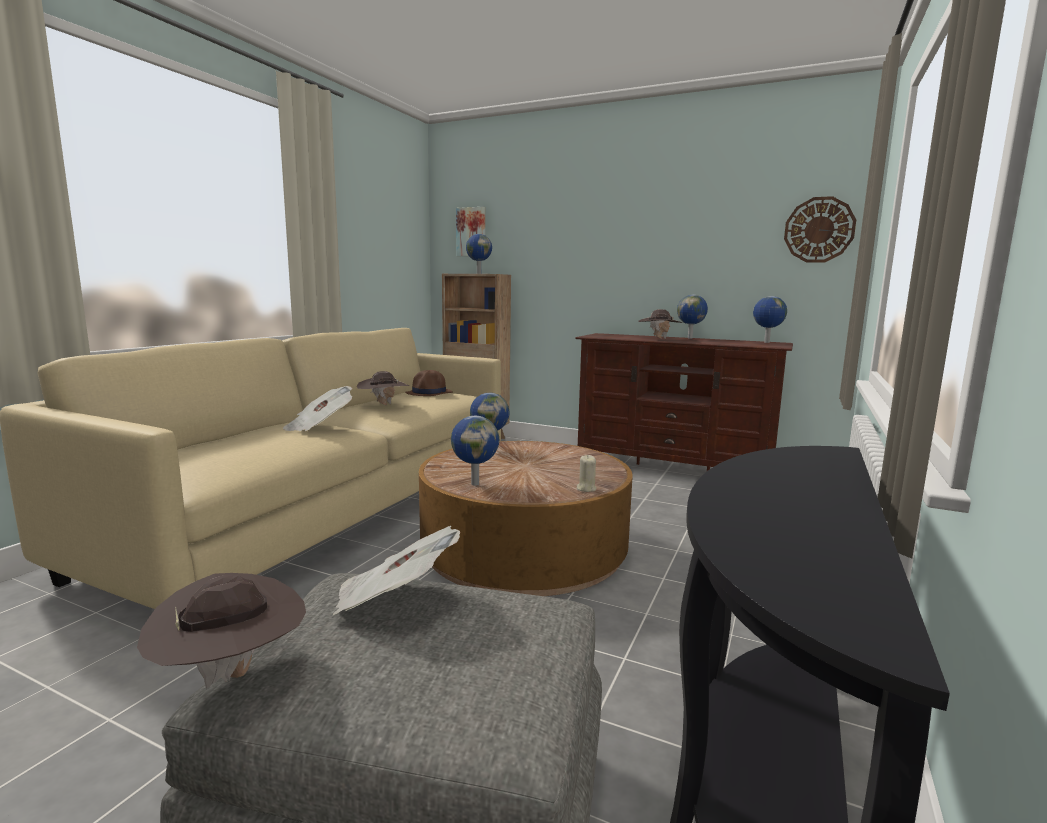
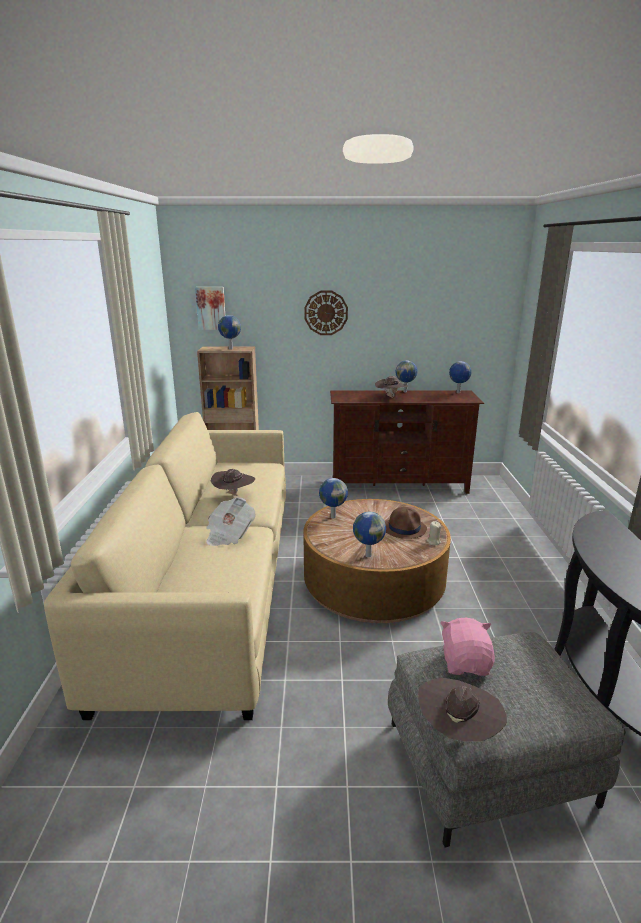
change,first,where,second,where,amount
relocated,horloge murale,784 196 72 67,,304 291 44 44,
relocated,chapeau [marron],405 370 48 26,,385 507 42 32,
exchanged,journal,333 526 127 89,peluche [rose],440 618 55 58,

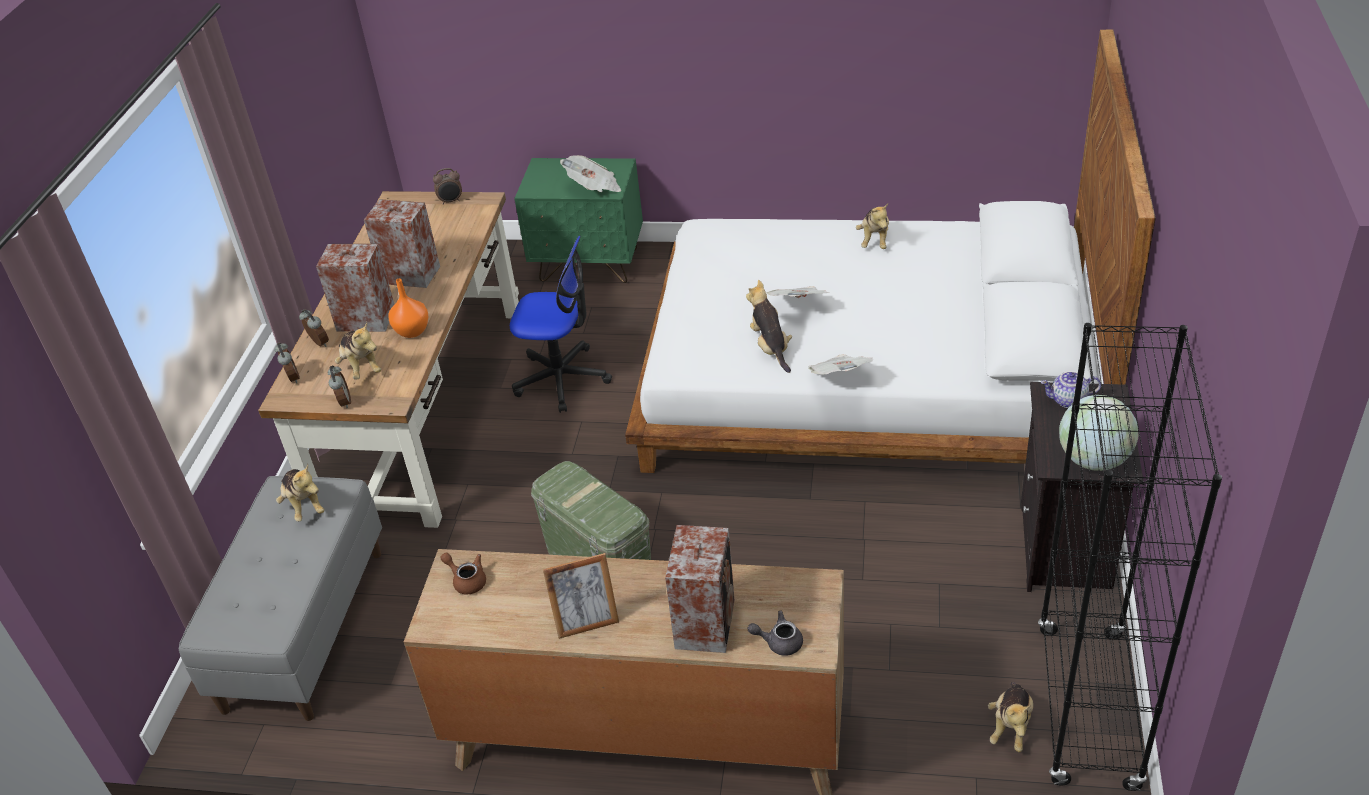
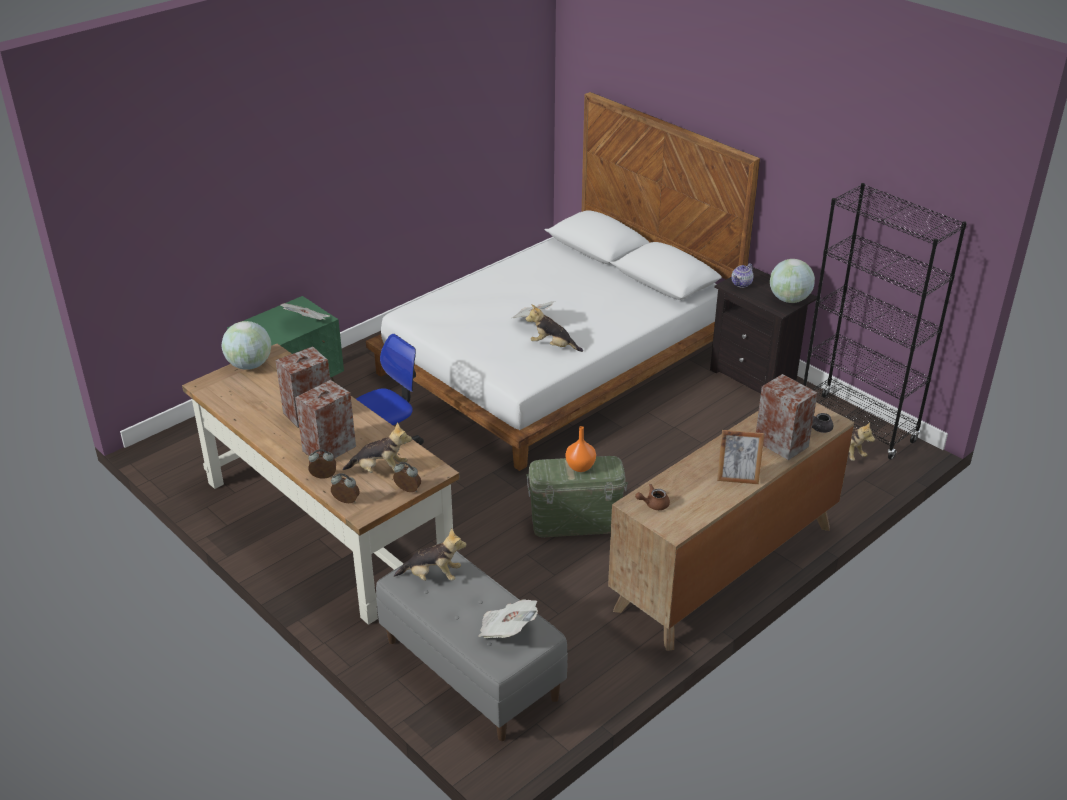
change,first,where,second,where,amount
exchanged,réveil,433 168 29 37,globe,222 321 49 49,
missing,peluche,856 203 33 46,,,
relocated,vase [orange],389 279 40 59,,565 426 31 46,
relocated,journal,808 354 65 21,,478 599 60 39,
spun,cadre photo,543 553 76 86,,717 430 47 54,75 degrees clockwise

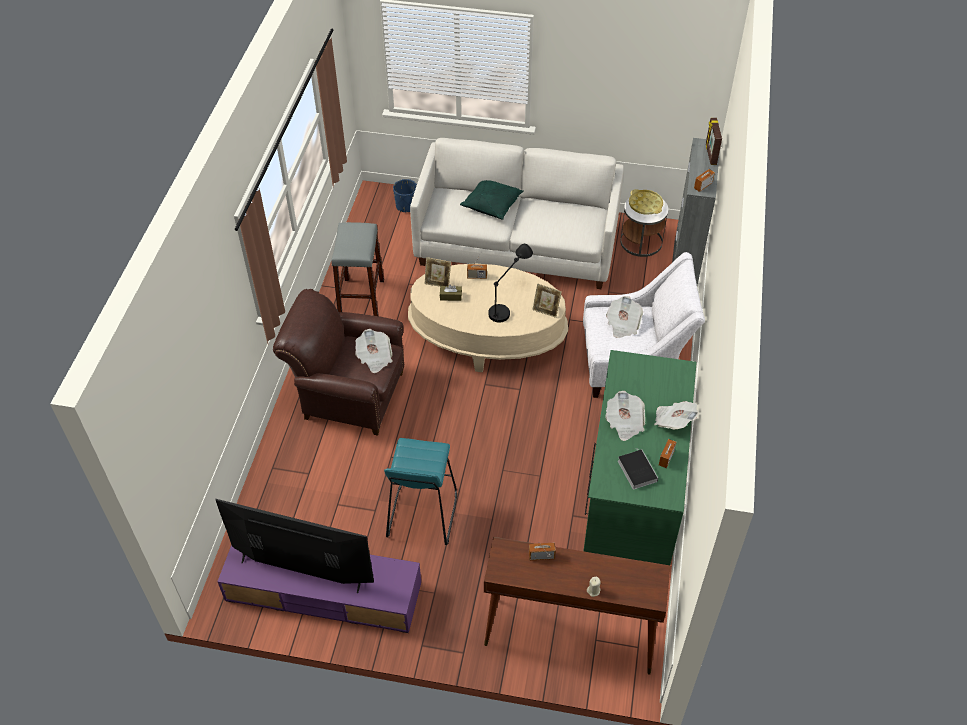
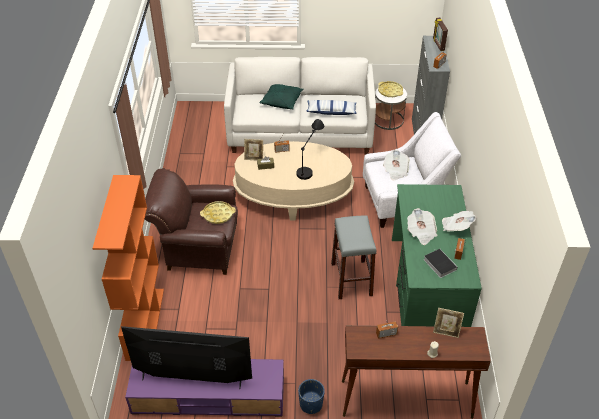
change,first,where,second,where,amount
relocated,cache-pot [bleu],393 179 24 33,,298 379 27 35,
relocated,tabouret [gris],331 222 53 94,,331 216 45 83,
relocated,cadre photo,532 283 30 35,,433 308 31 30,
exchanged,journal,355 329 38 44,plateau [jaune],200 201 36 23,
missing,tabouret [turquoise],384 438 73 107,,,
appeared,,,coussin,306 100 51 15,
appeared,,,bibliothèque [orange],92 175 72 186,

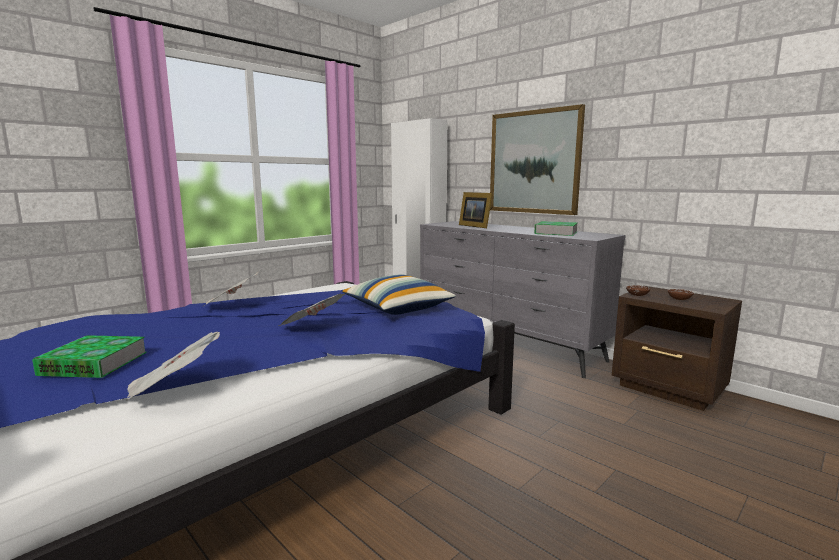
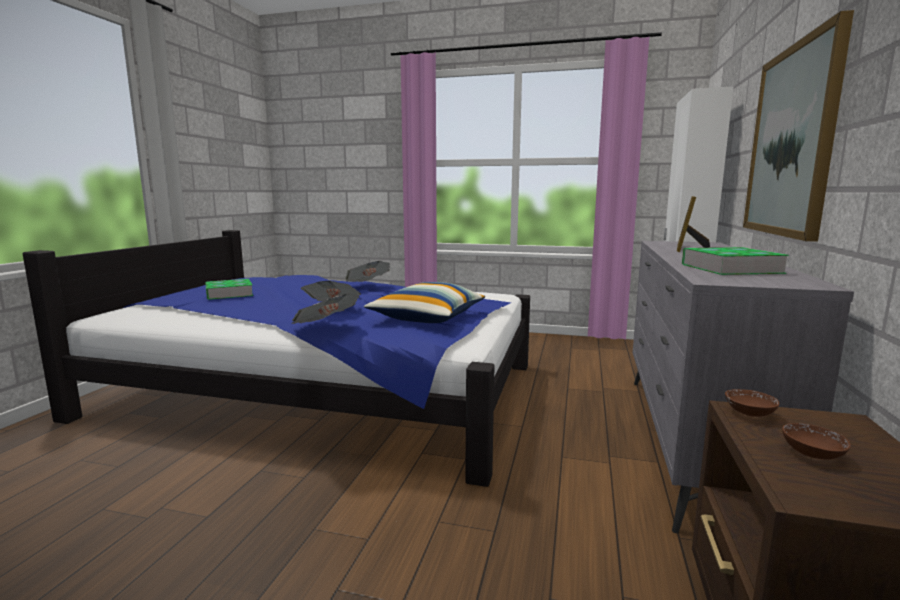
change,first,where,second,where,amount
relocated,journal,126 332 94 69,,291 294 68 30,

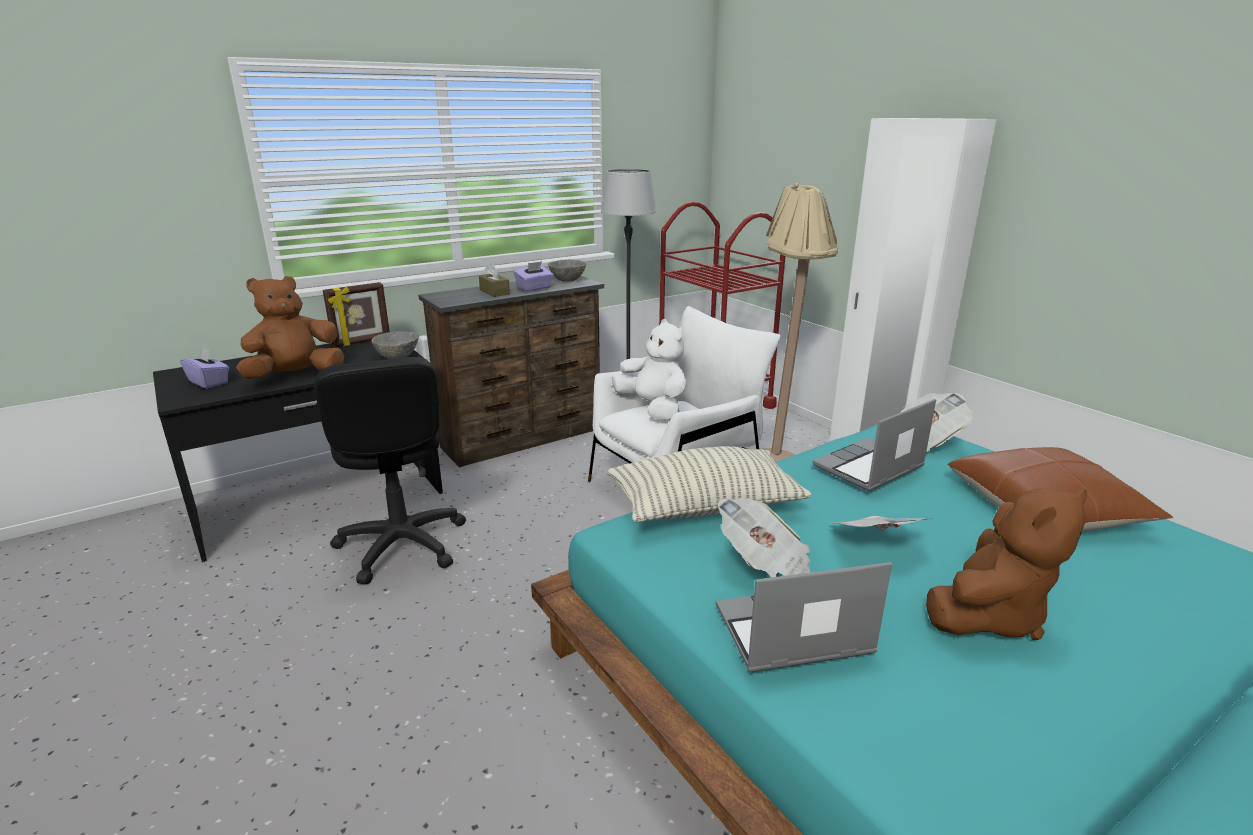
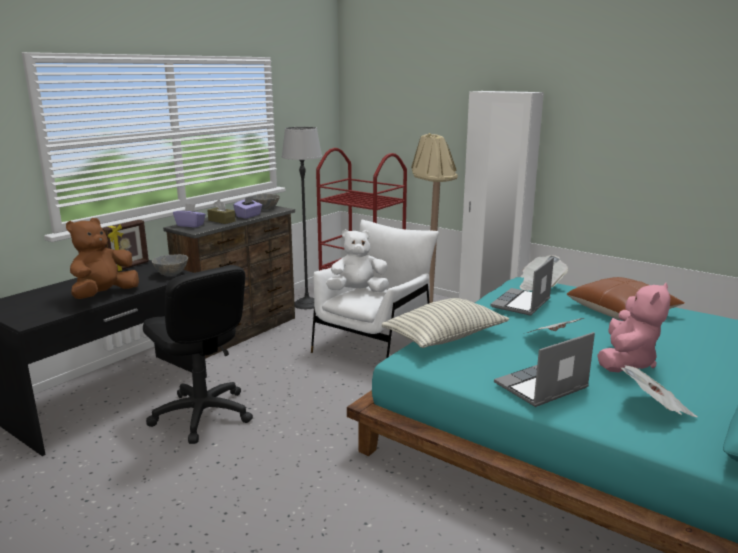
change,first,where,second,where,amount
spun,peluche [blanc],612 319 74 101,,326 229 63 63,45 degrees counterclockwise
relocated,boîte à mouchoirs [violet],180 347 49 42,,173 203 33 25,
colour,peluche [marron],926 488 161 152,peluche [rose],597 283 74 90,
relocated,journal,718 498 92 79,,621 366 76 51,

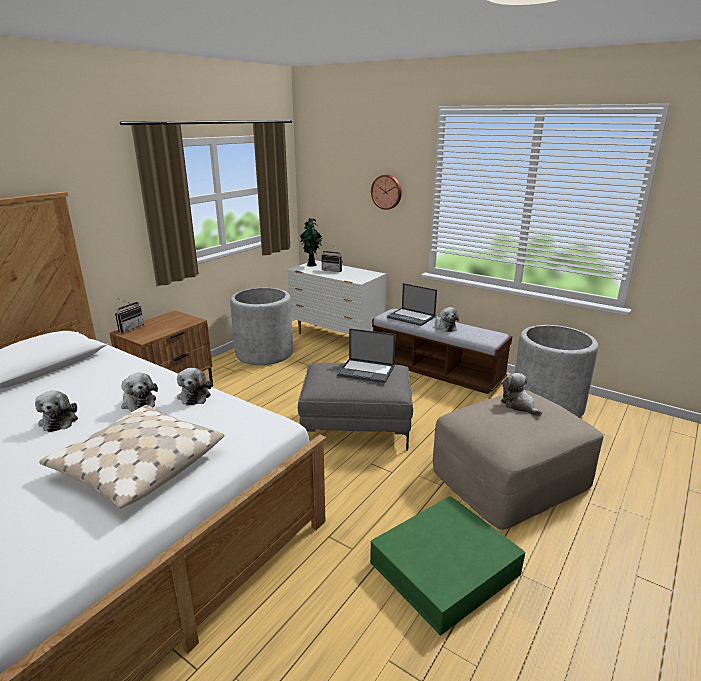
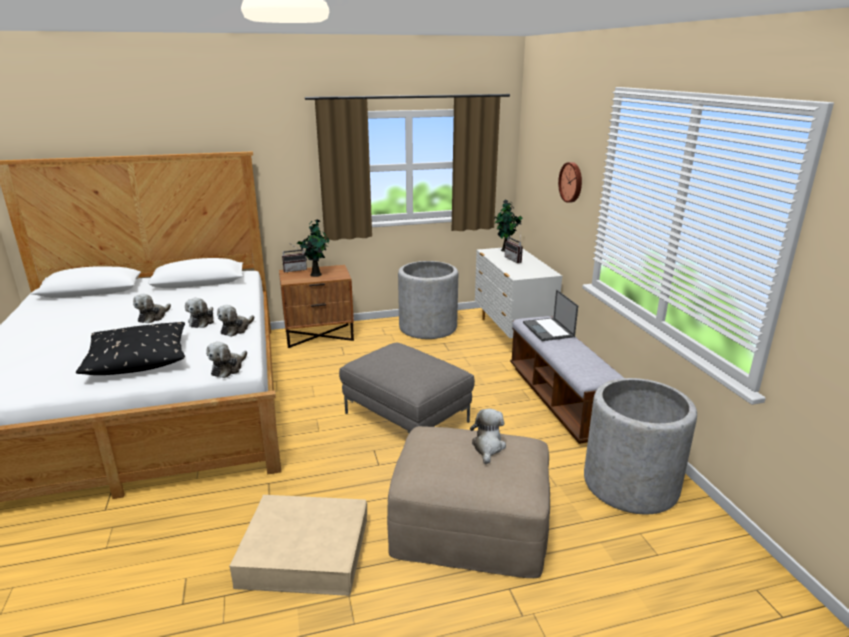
change,first,where,second,where,amount
relocated,peluche,436 307 23 25,,206 342 41 36,
missing,ordinateur portable,337 328 59 55,,,
colour,coussin [beige],39 405 186 104,coussin [noir],76 322 109 53,
colour,boîte de rangement [vert],370 496 155 140,boîte de rangement [beige],229 495 138 101,
appeared,,,plante en pot,297 219 32 58,

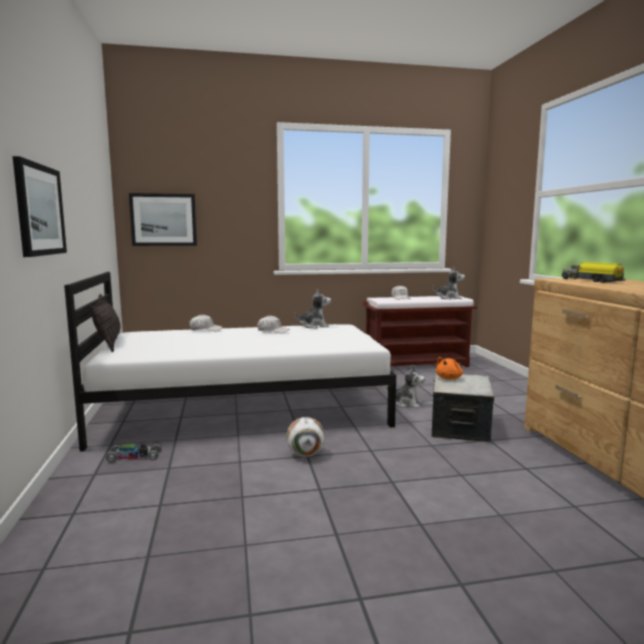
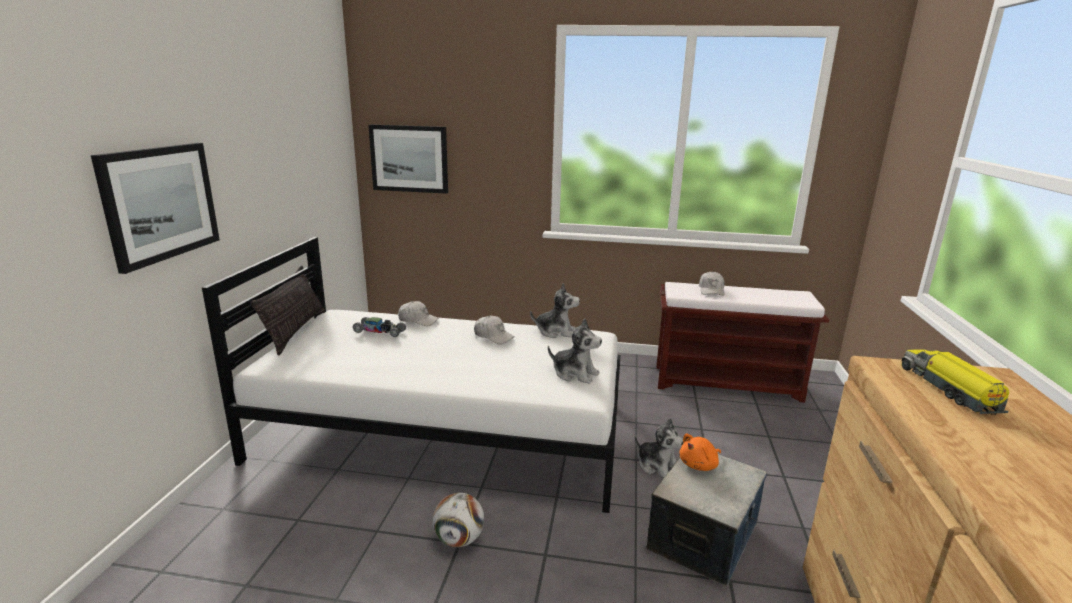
change,first,where,second,where,amount
relocated,peluche,433 267 32 33,,548 319 54 65,
relocated,petite voiture,106 443 56 19,,353 317 53 20,

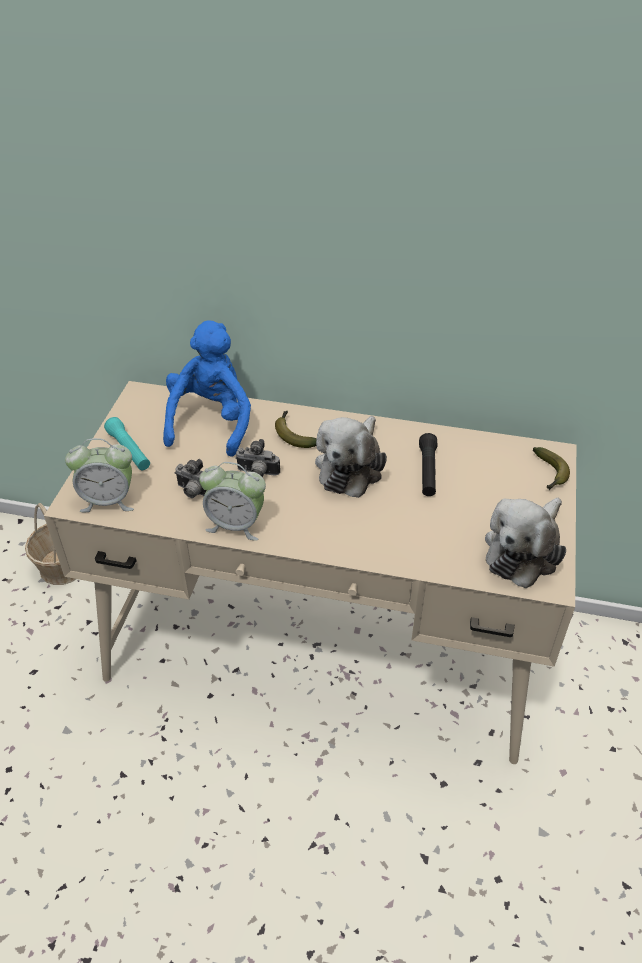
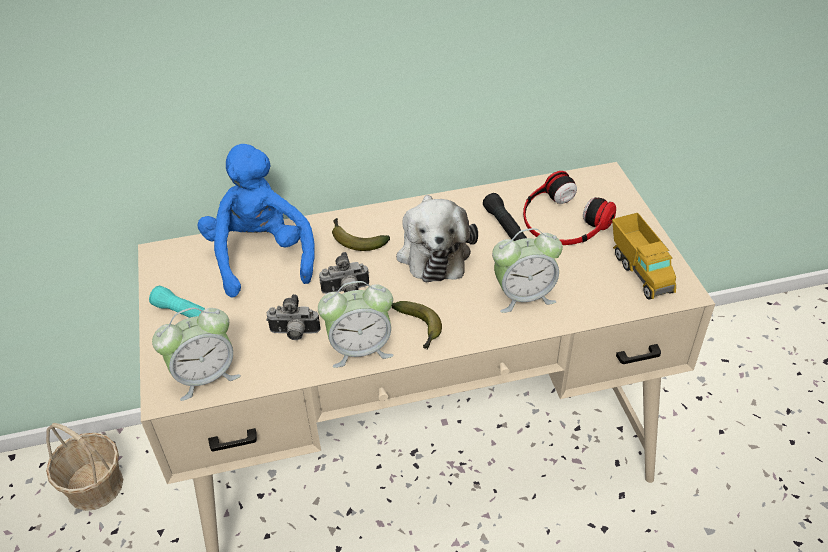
change,first,where,second,where,amount
relocated,banane,533 447 37 43,,392 301 50 49,
exchanged,peluche,485 498 81 90,camion jouet,612 213 64 86,
appeared,,,casque audio,523 171 93 74,
appeared,,,réveil,492 228 71 85,

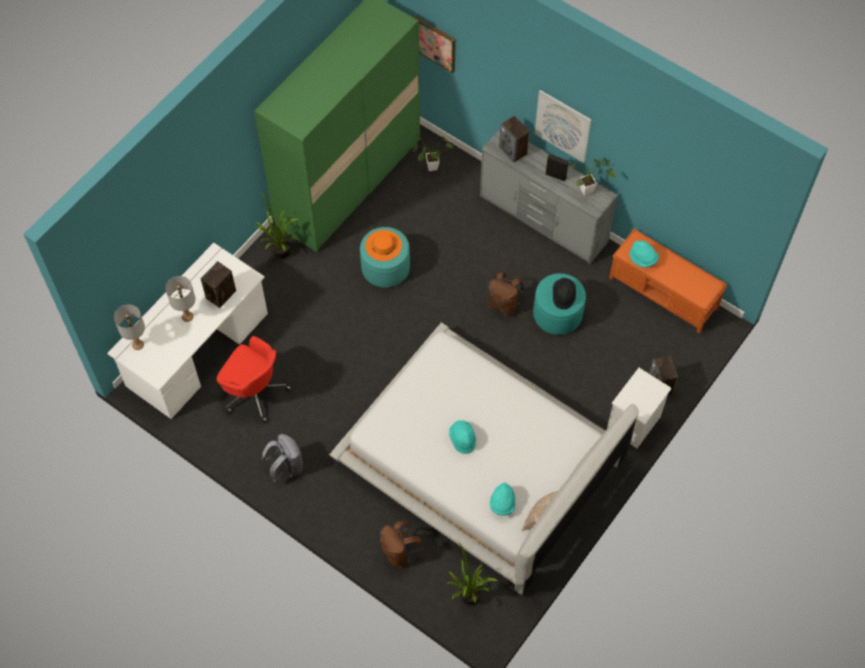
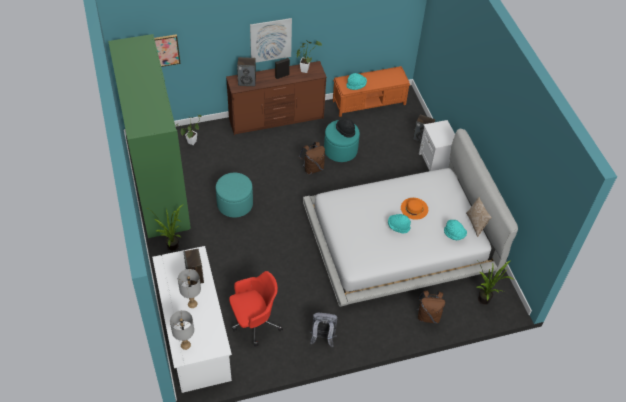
change,first,where,second,where,amount
colour,commode [gris],480 129 138 135,commode [marron],226 61 101 74,
relocated,chapeau [orange],365 230 37 31,,401 198 27 22,

